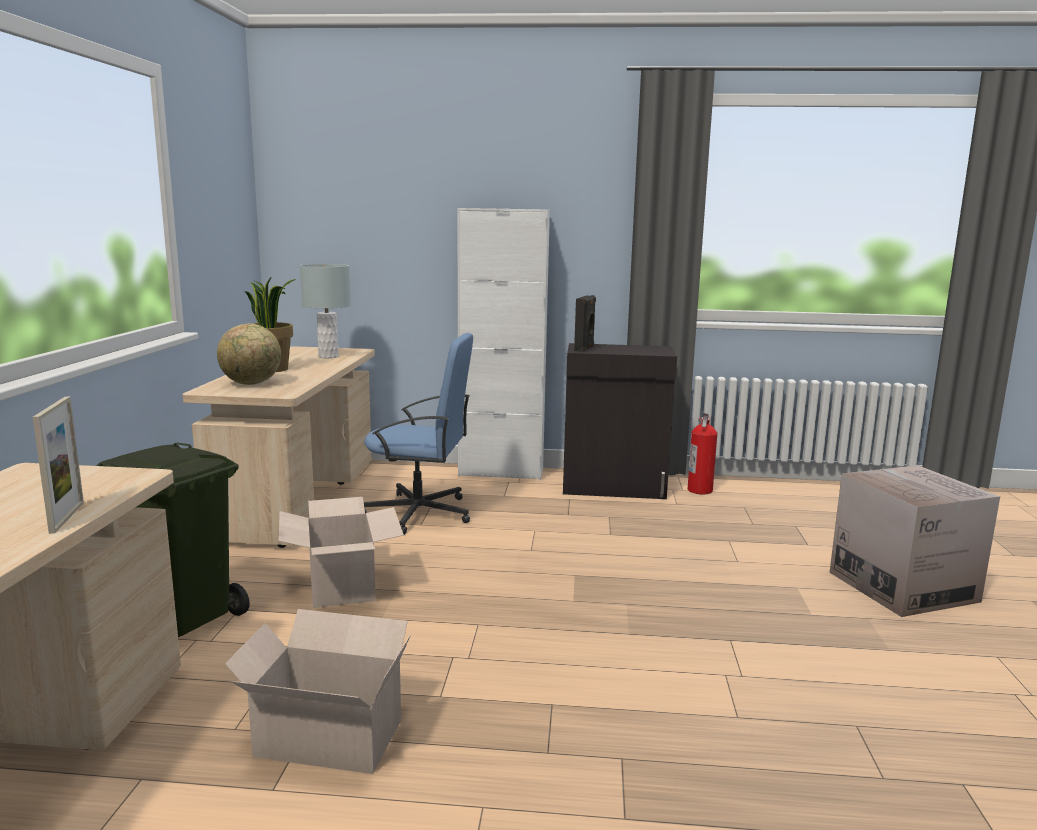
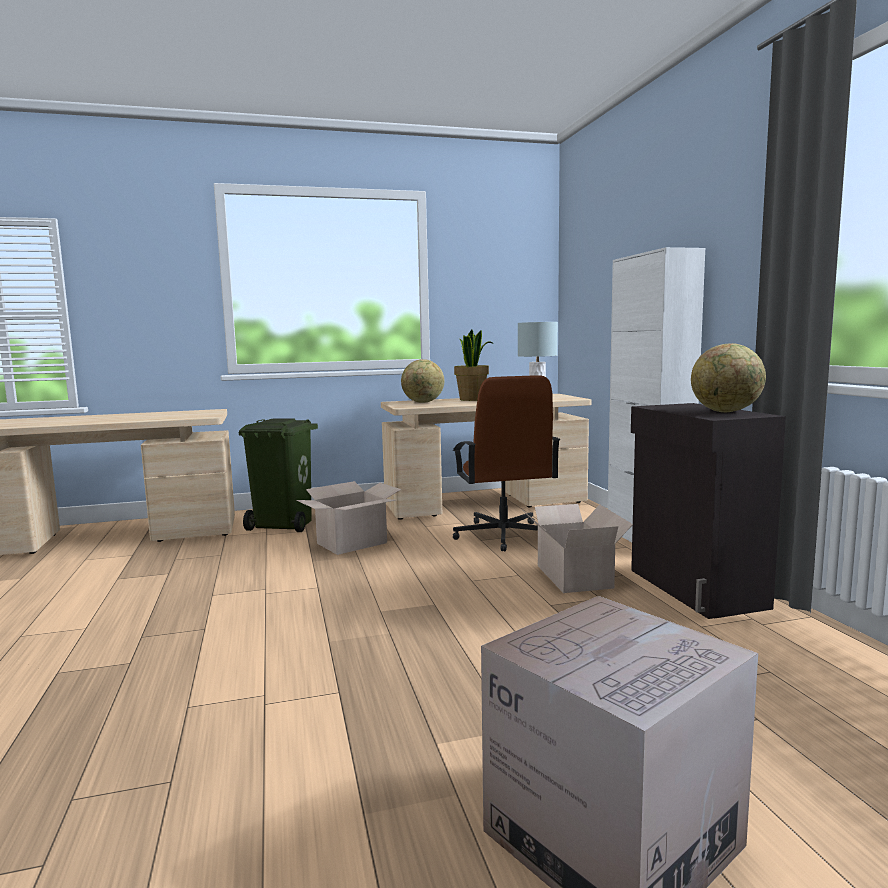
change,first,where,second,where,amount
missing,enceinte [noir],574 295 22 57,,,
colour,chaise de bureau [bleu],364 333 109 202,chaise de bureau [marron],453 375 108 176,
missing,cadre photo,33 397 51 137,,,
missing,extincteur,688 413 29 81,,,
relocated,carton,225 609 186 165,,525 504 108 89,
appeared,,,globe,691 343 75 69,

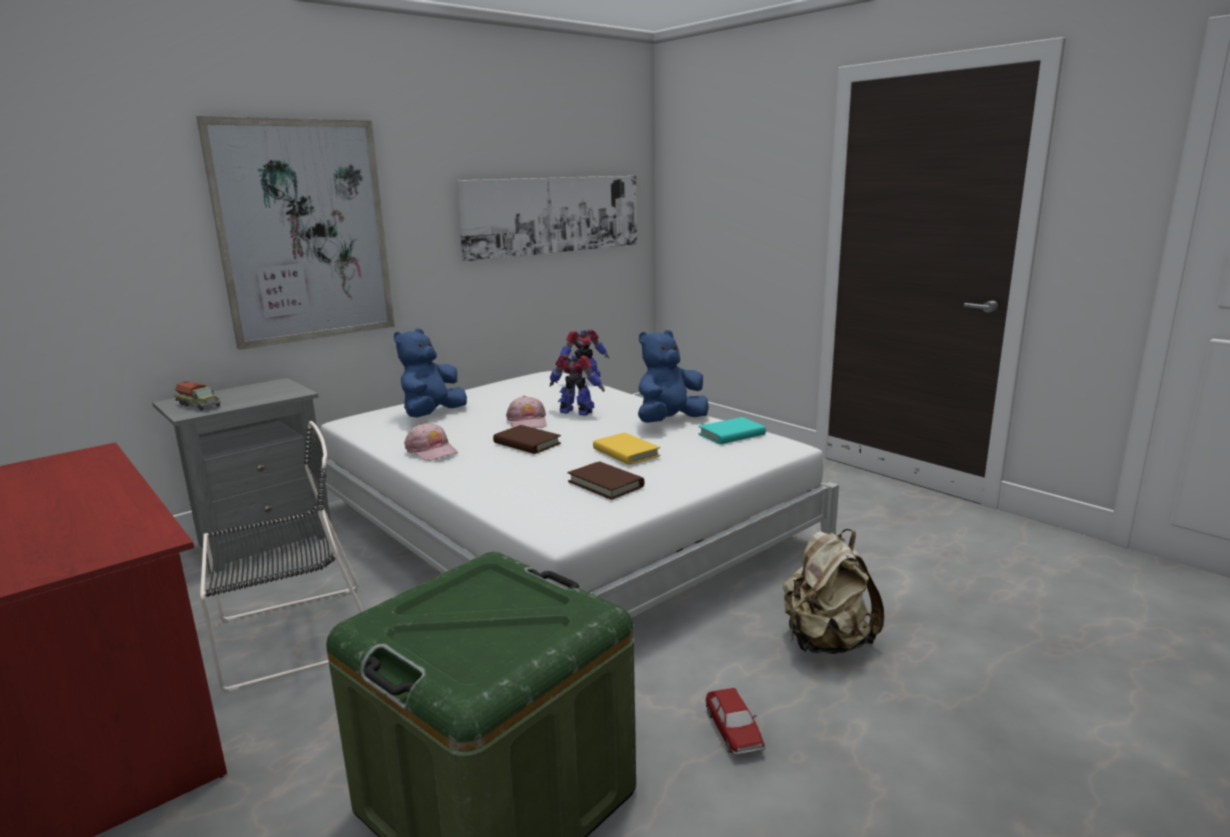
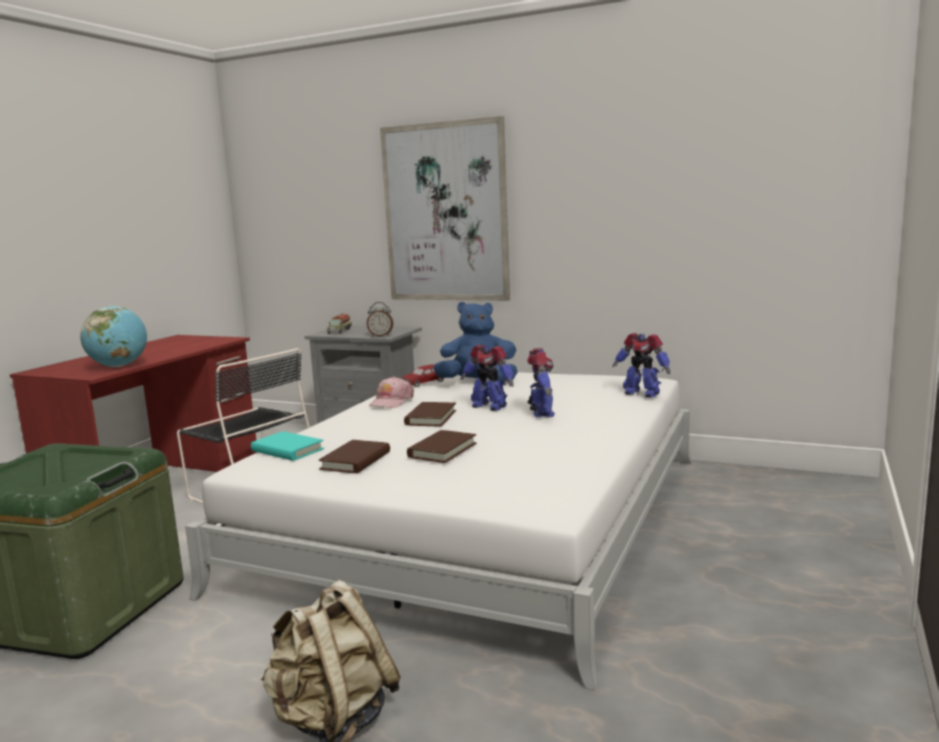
change,first,where,second,where,amount
missing,tableau,456 176 181 86,,,
missing,peluche [bleu],638 330 71 93,,,
exchanged,casquette [rose],506 396 41 32,robot jouet,461 344 53 67,
relocated,livre [turquoise],698 417 68 27,,251 431 73 30,
colour,livre [jaune],593 432 67 33,livre [marron],407 430 69 33,
relocated,petite voiture,705 688 61 67,,401 364 43 23,
appeared,,,réveil,367 302 26 35,
appeared,,,globe,80 306 67 61,

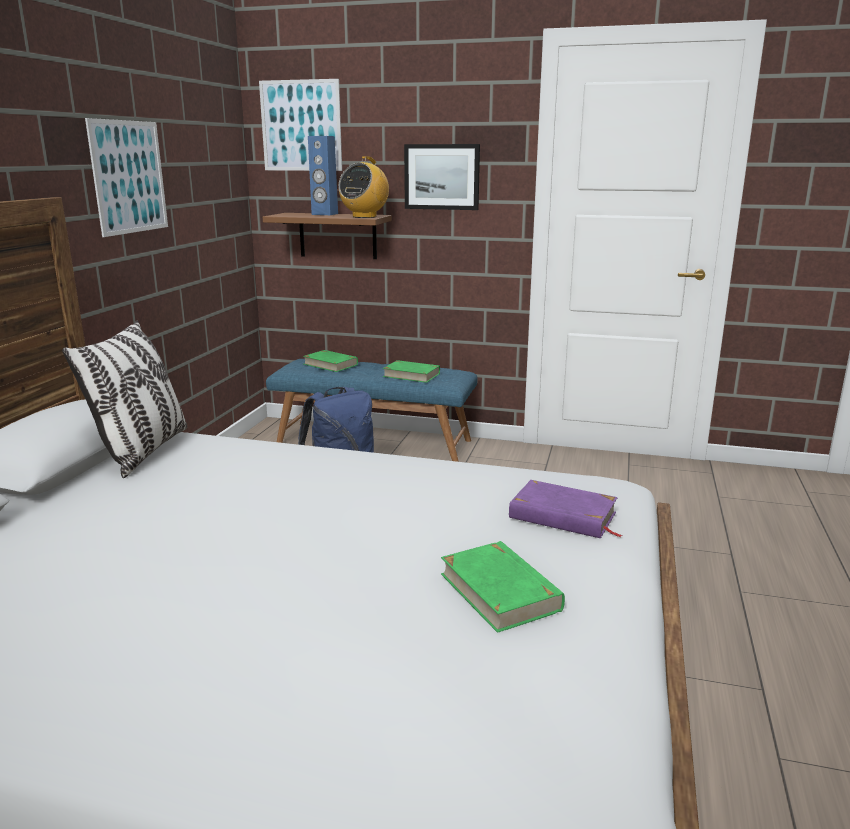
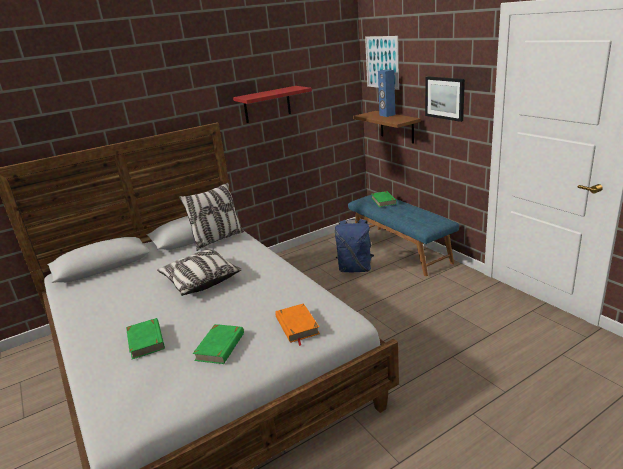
change,first,where,second,where,amount
exchanged,tableau,85 118 83 119,étagère [rouge],233 86 79 37,
missing,radio,339 156 50 62,,,
relocated,livre [vert],383 360 57 23,,126 318 39 41,
colour,livre [violet],509 480 114 58,livre [orange],275 303 45 43,
appeared,,,coussin,157 249 85 47,

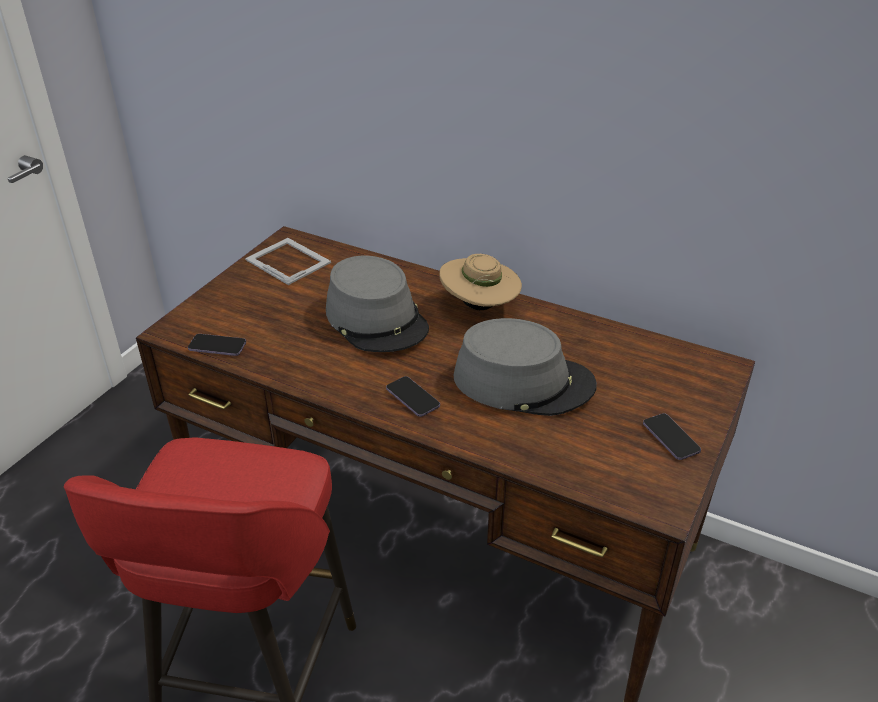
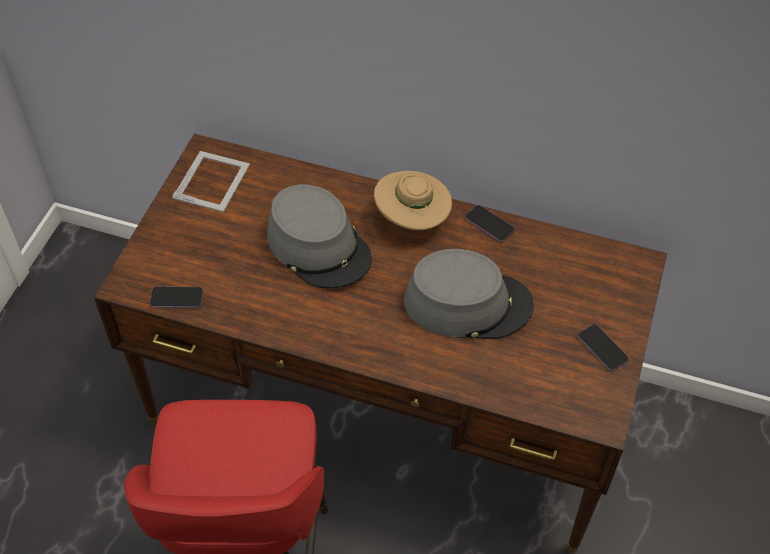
change,first,where,second,where,amount
spun,cadre photo,245 238 86 47,,172 151 78 61,75 degrees clockwise
relocated,téléphone,386 376 54 41,,465 205 50 37,

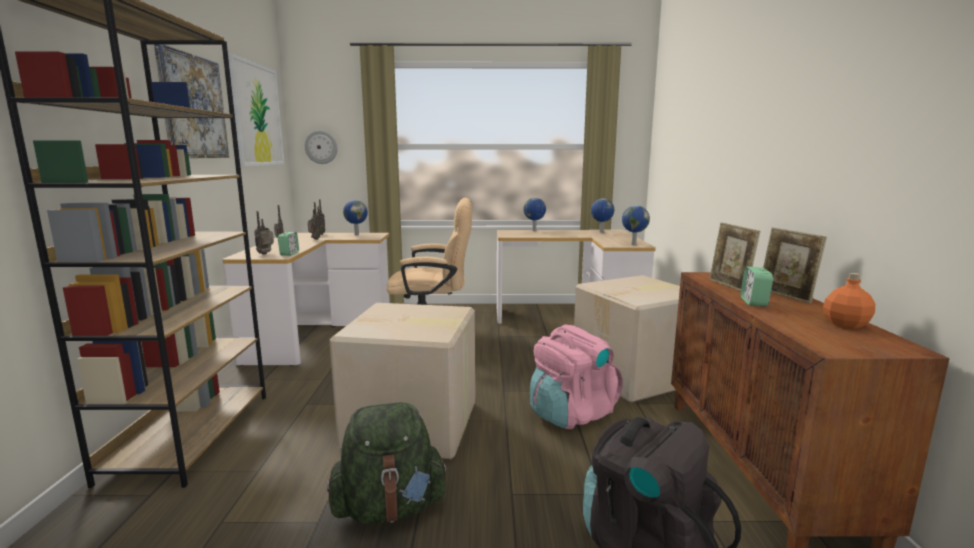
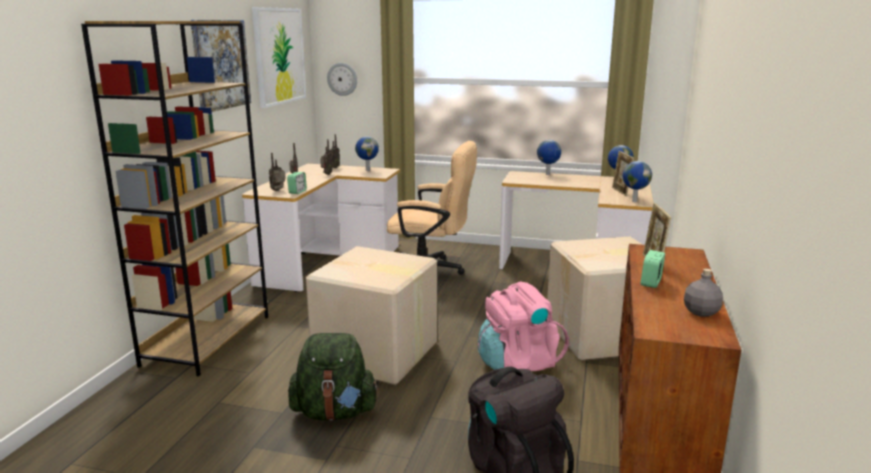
change,first,where,second,where,amount
relocated,cadre photo,763 228 64 76,,612 151 22 45,
colour,bouteille [orange],823 273 52 56,bouteille [gris],684 269 39 48,

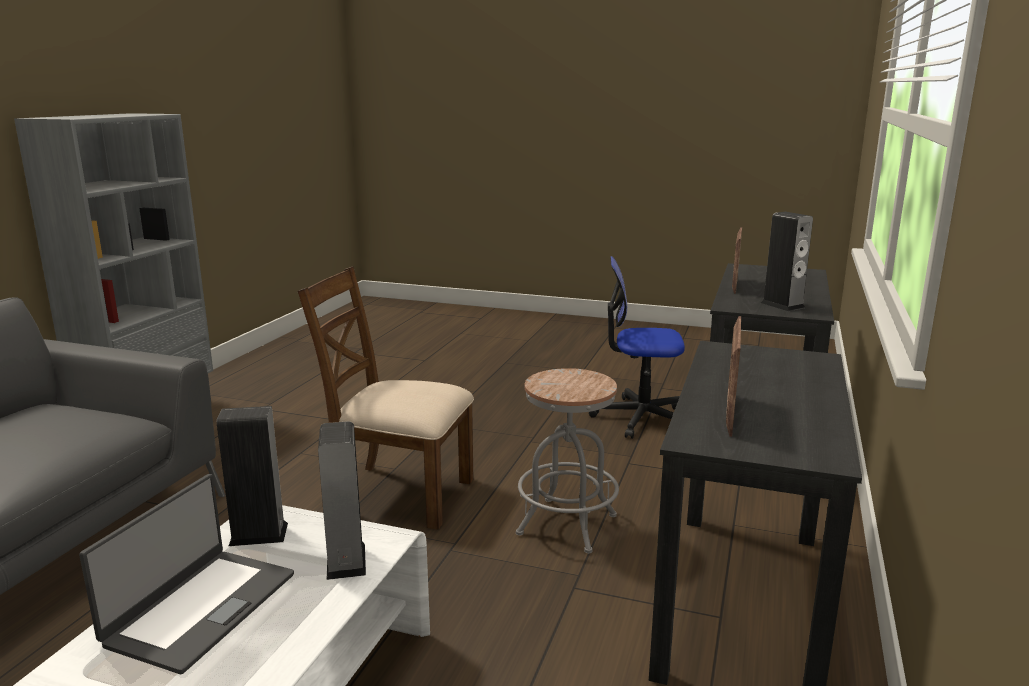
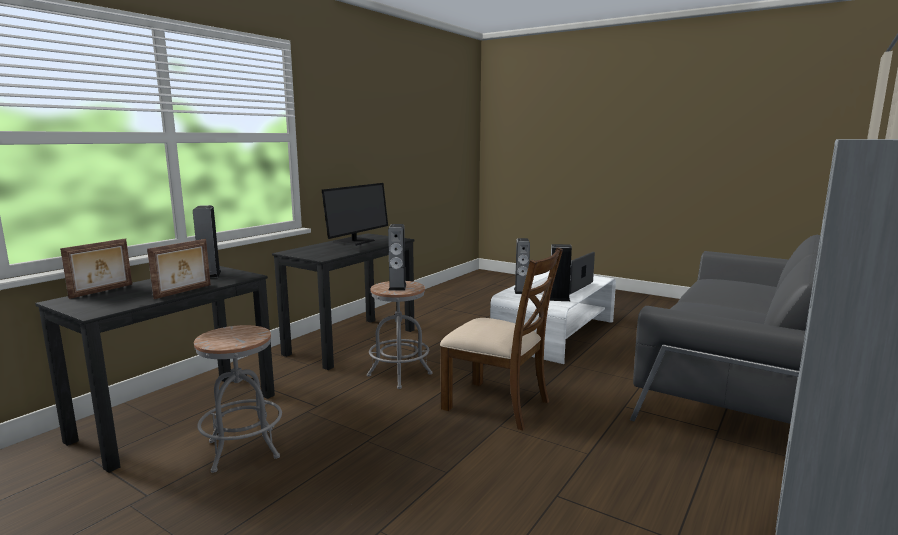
change,first,where,second,where,amount
exchanged,chaise de bureau,589 256 96 183,tabouret [gris],194 325 88 148,
relocated,cadre photo,726 316 15 121,,60 238 72 61,
appeared,,,écran d'ordinateur,322 183 66 63,
appeared,,,enceinte,388 224 18 67,

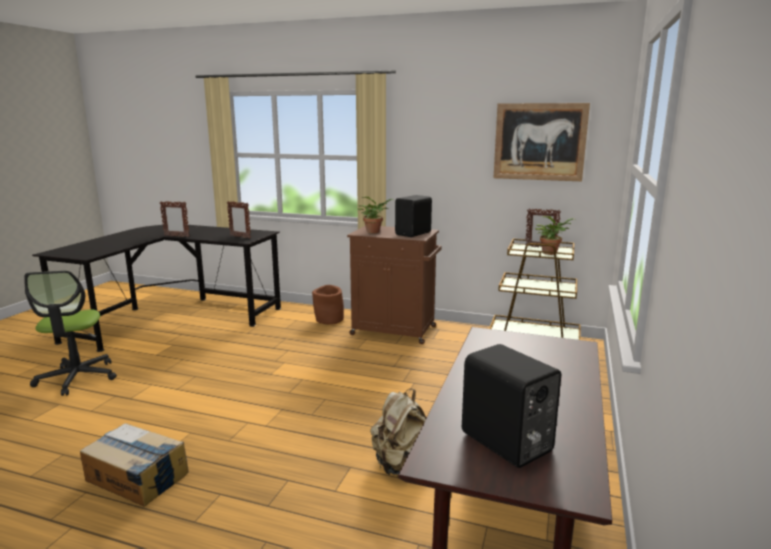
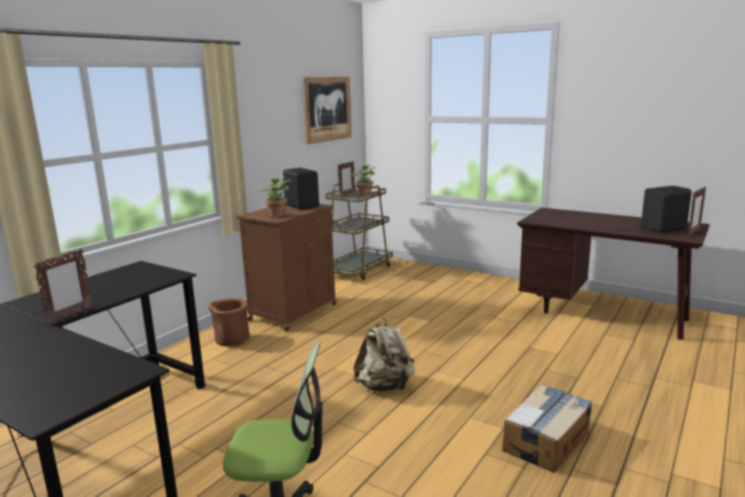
change,first,where,second,where,amount
relocated,cadre photo,227 201 24 38,,688 186 18 50,
relocated,sac à dos [beige],370 389 56 86,,354 317 61 74,

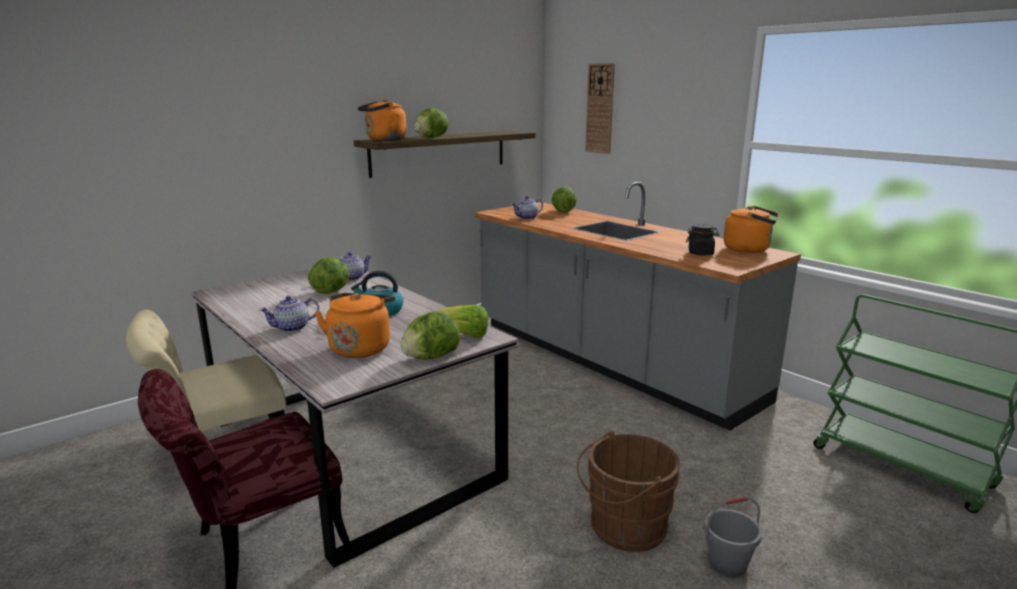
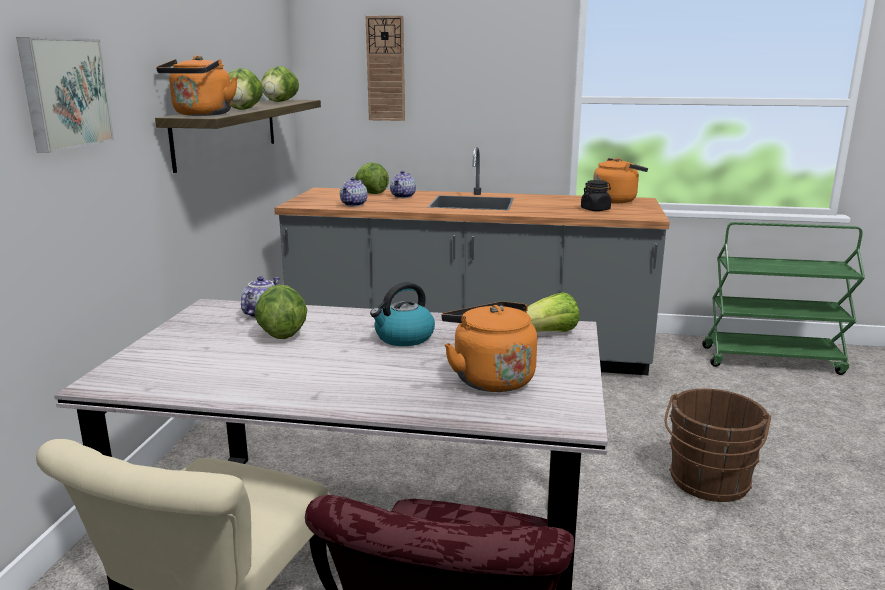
change,first,where,second,where,amount
relocated,théière,260 296 59 36,,390 171 26 27,
relocated,laitue,400 312 60 48,,261 66 38 36,
missing,seau [gris],704 496 58 81,,,
appeared,,,tableau,16 37 98 116,

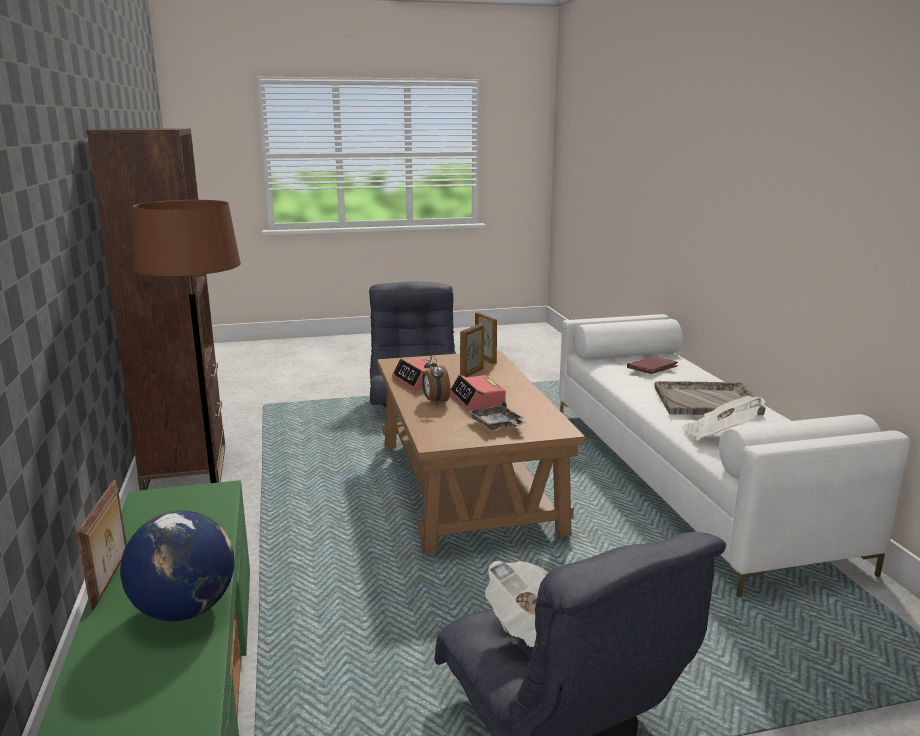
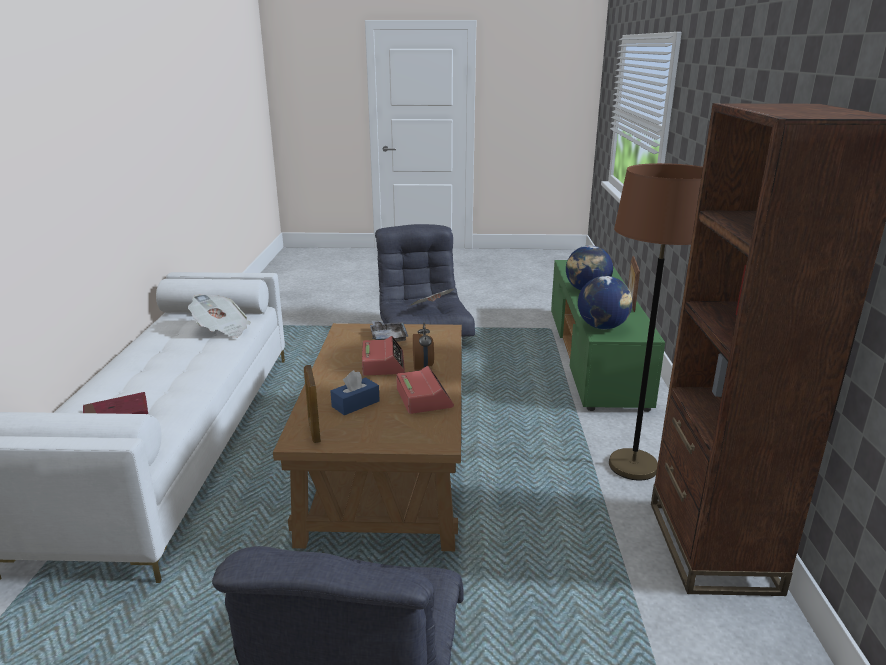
change,first,where,second,where,amount
exchanged,cadre photo,460 324 24 53,boîte à mouchoirs [bleu],331 370 49 45,
missing,plateau [gris],654 381 111 34,,,
appeared,,,globe,578 276 55 53,

